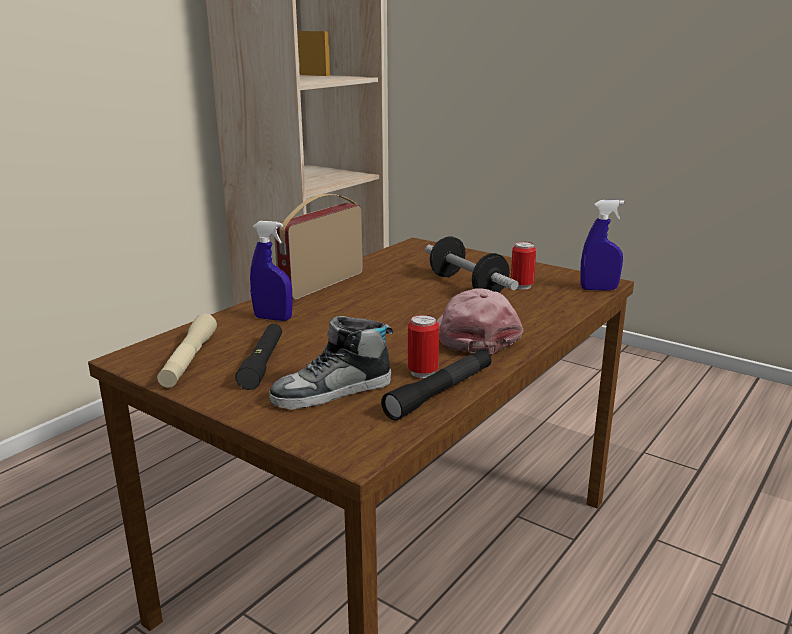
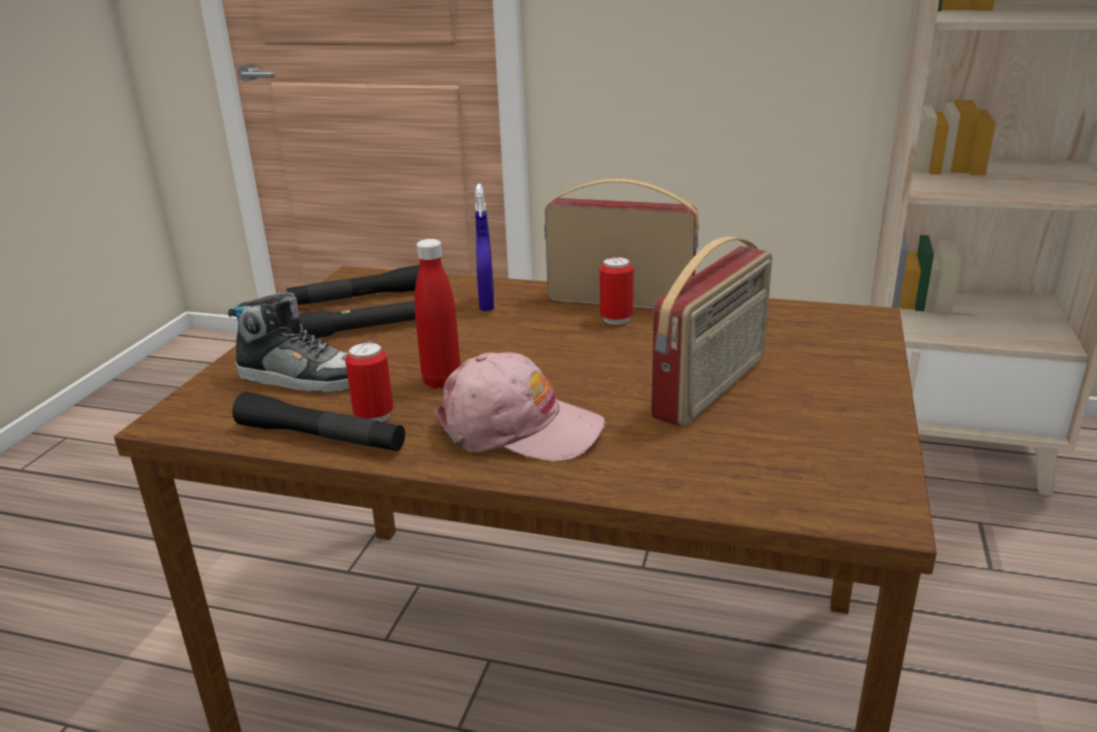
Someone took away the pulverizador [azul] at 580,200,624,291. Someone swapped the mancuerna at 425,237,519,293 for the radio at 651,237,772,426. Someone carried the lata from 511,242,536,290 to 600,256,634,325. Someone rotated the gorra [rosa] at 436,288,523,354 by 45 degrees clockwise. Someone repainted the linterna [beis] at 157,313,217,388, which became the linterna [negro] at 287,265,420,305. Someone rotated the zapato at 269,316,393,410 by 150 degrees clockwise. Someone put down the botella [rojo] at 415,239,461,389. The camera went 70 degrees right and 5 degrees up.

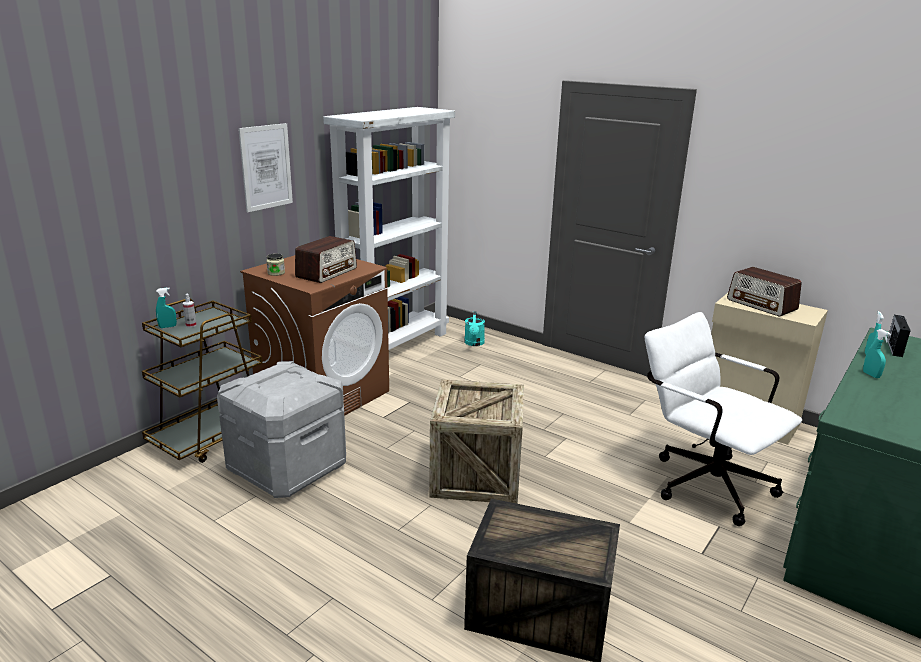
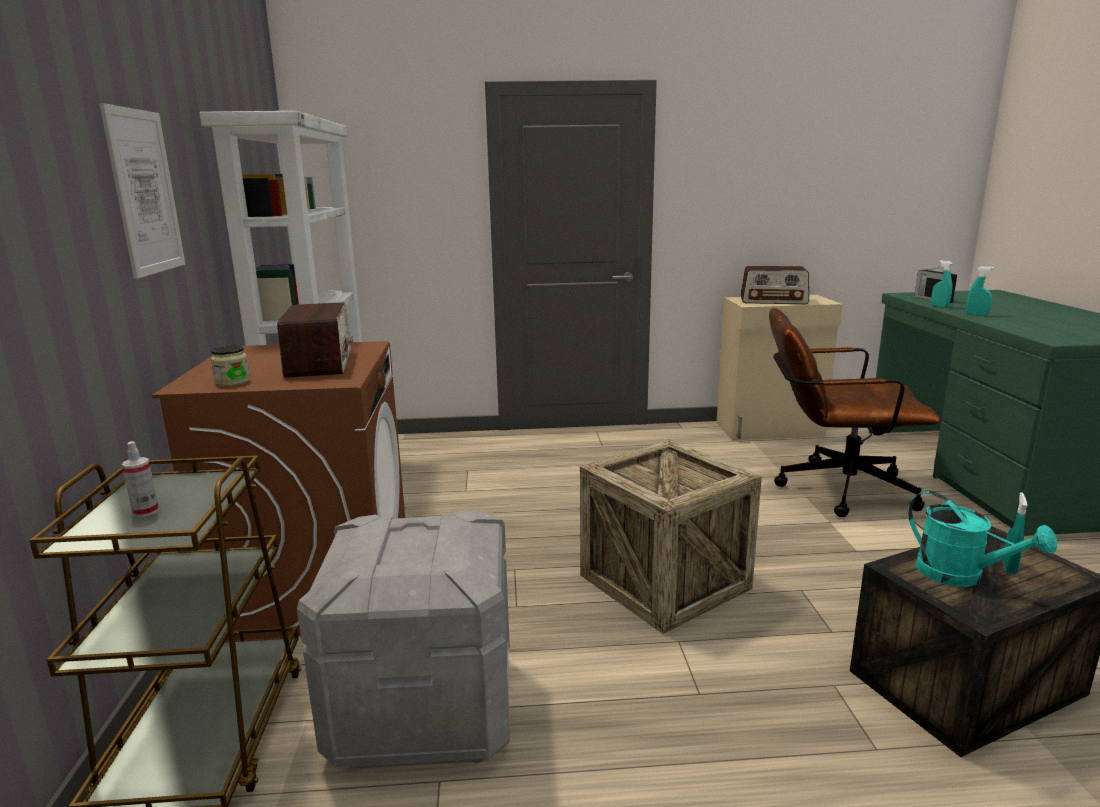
Someone carried the pulverizador [turquesa] from 156,288,177,328 to 1003,492,1028,574. Someone carried the regadera [turquesa] from 464,311,485,346 to 908,490,1058,587. Someone repainted the silla de oficina [blanco] at 645,312,802,526, which became the silla de oficina [marrón] at 769,308,940,517. The camera went 40 degrees left and 5 degrees down.

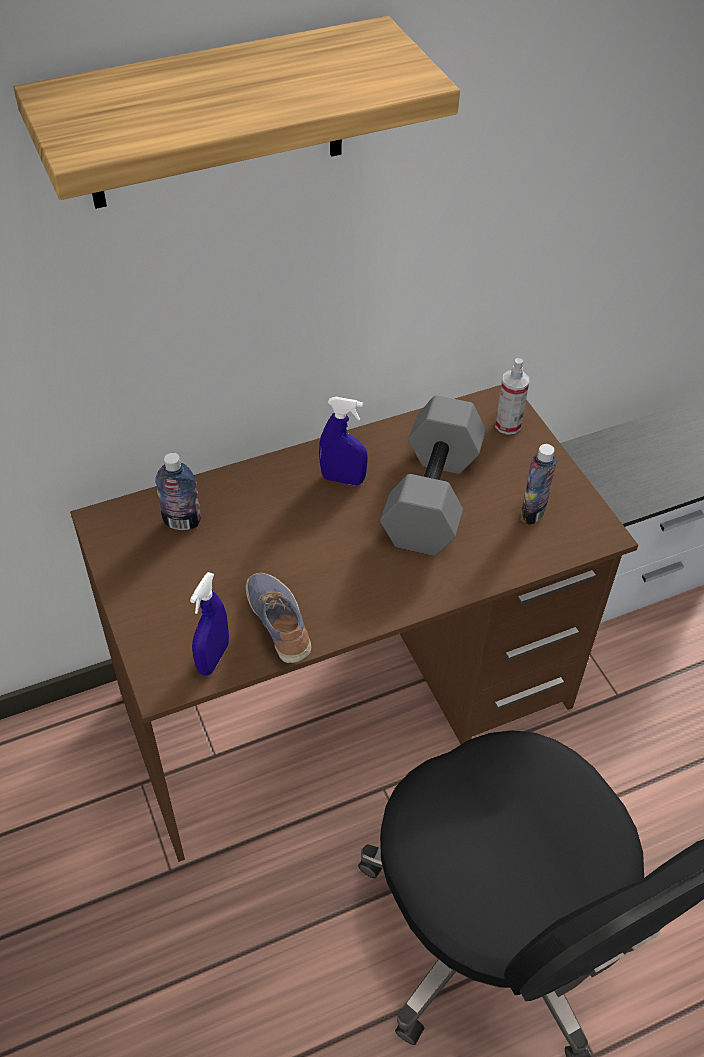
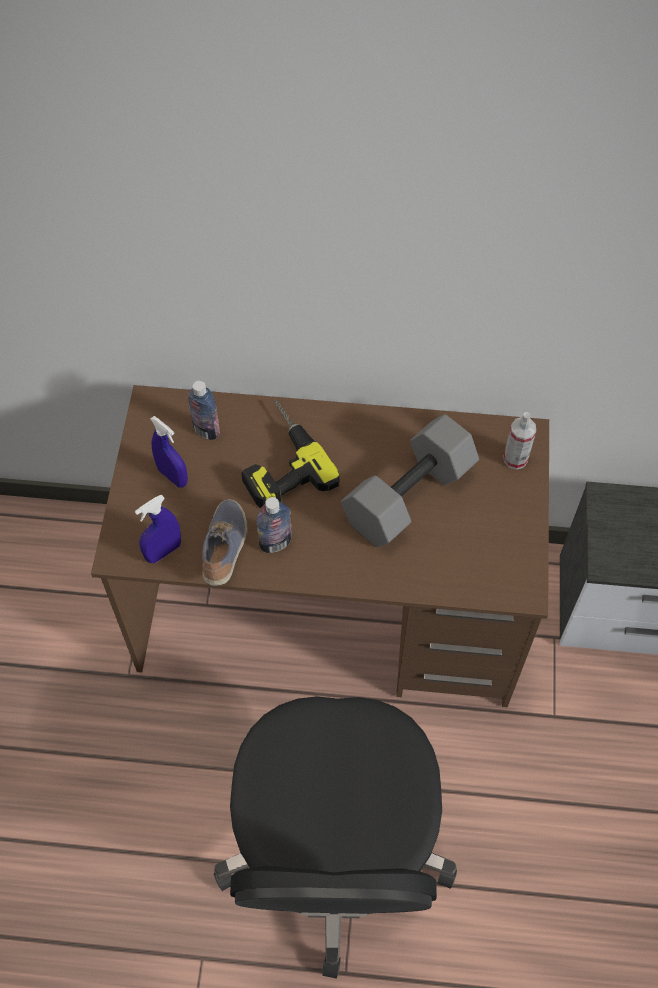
Someone took away the estante at 13,16,460,209. Someone carried the pulverizador [azul] from 319,397,368,485 to 150,416,188,488. Someone carried the botella from 520,444,557,525 to 257,497,292,553. Someone put down the taladro at 241,400,339,508. The camera went 30 degrees right and 10 degrees up.

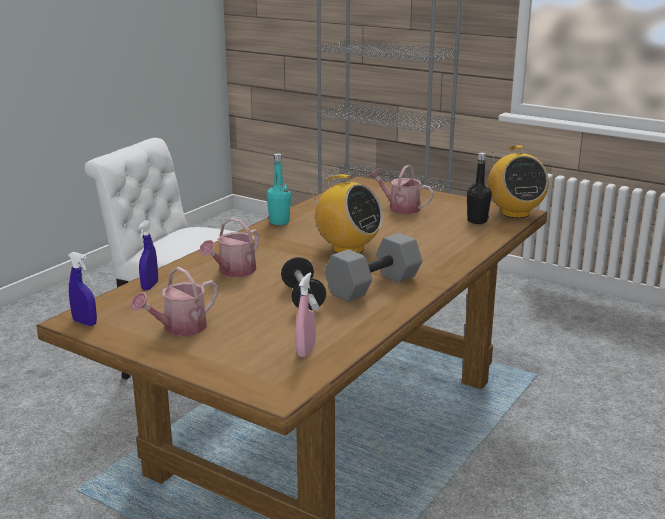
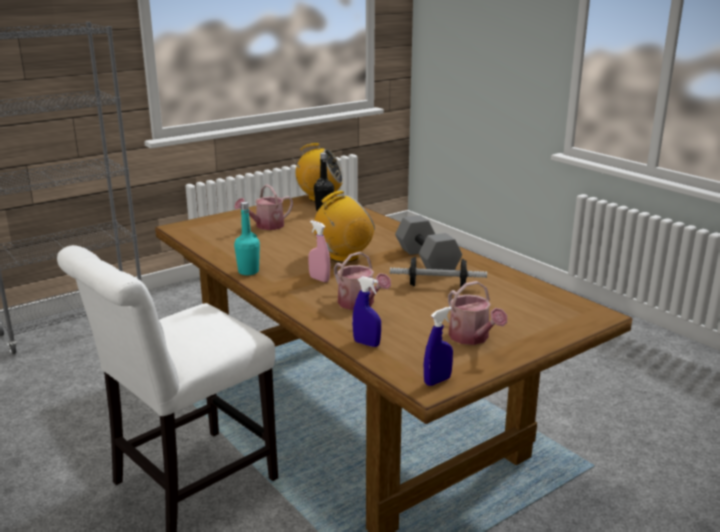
Someone carried the pulverizador [rosa] from 296,272,316,357 to 308,220,330,282. The camera went 70 degrees left and 0 degrees up.

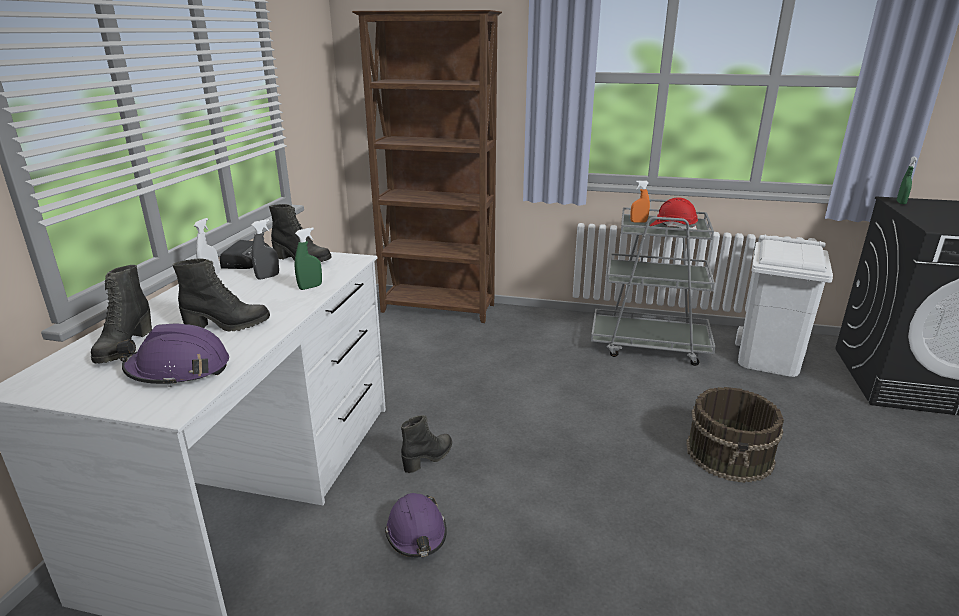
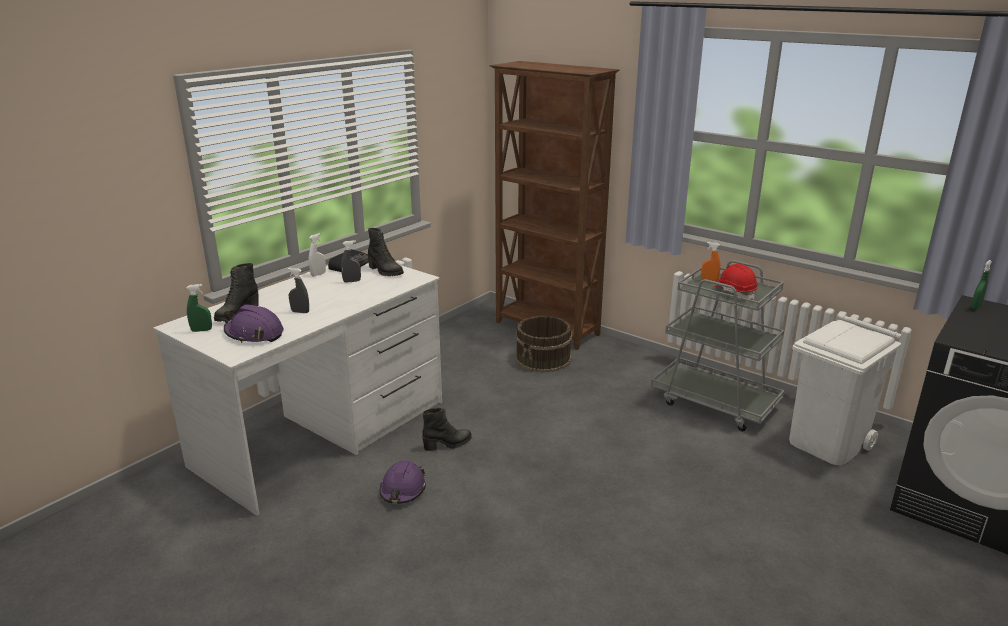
Someone carried the pulverizador [verde] from 295,227,322,290 to 186,284,212,332. Someone swapped the bota [negro] at 173,258,270,332 for the pulverizador [gris] at 287,268,309,313. Someone carried the cubo [marrón] from 686,387,784,483 to 515,316,573,373. The camera went 25 degrees right and 0 degrees up.

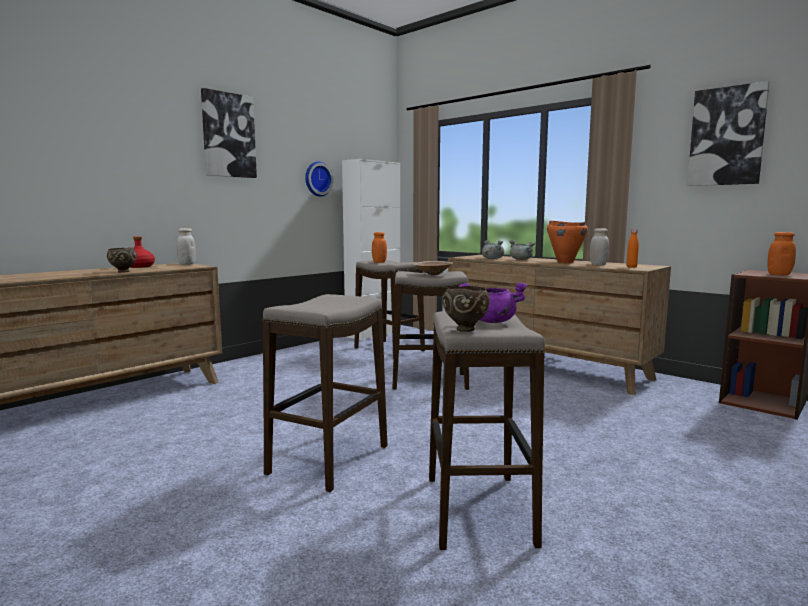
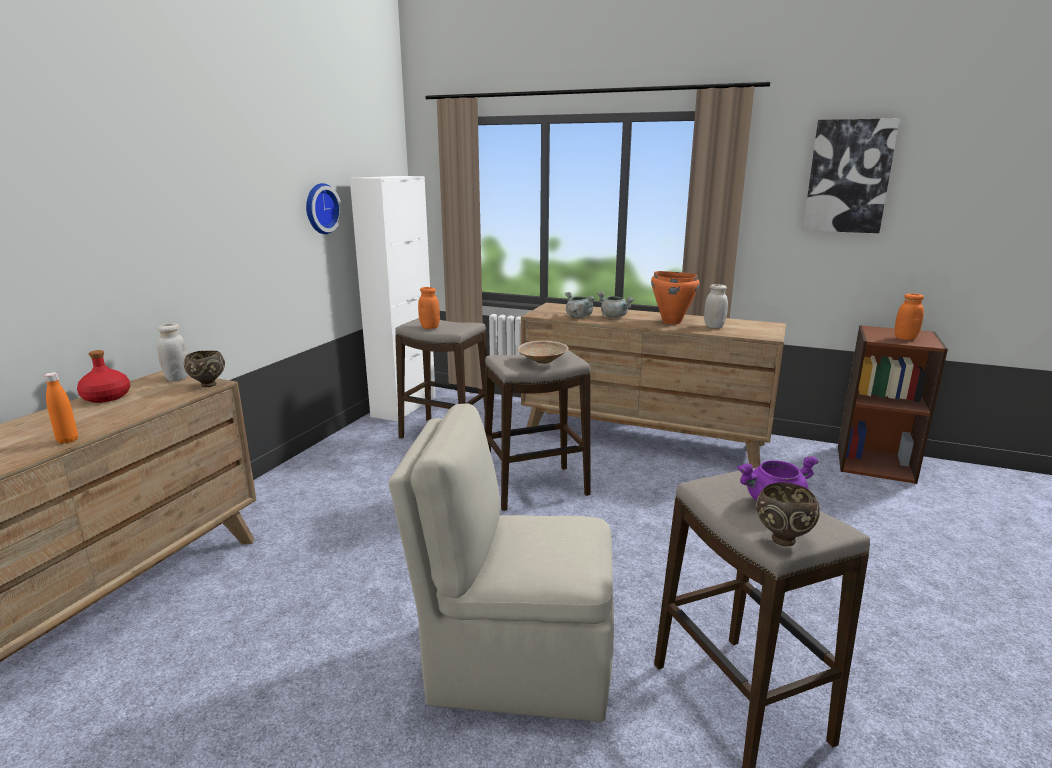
Someone took away the cuadro at 201,88,257,178. Someone carried the botella [naranja] from 626,229,639,268 to 44,372,78,444. Someone carried the cuenco [marrón] from 107,247,137,273 to 184,351,225,387. Someone swapped the taburete at 263,294,388,492 for the silla [beis] at 388,403,614,722. The camera went 20 degrees left and 10 degrees up.

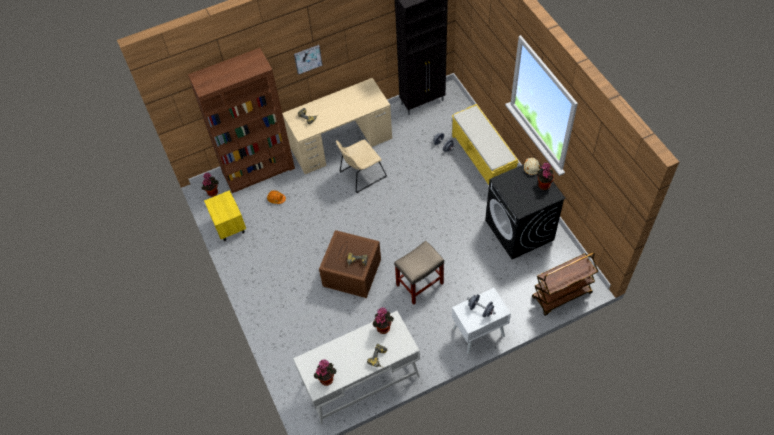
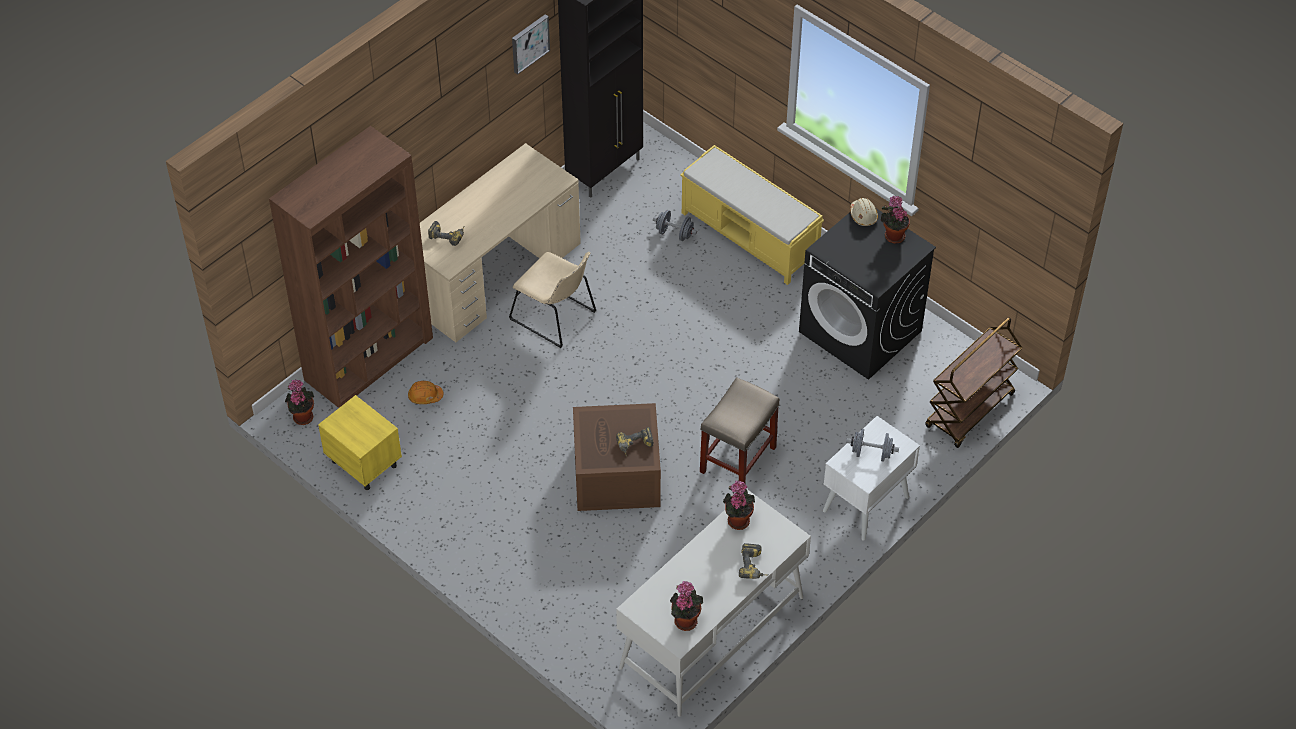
Someone carried the cuadro from 294,45,323,75 to 512,14,550,75. Someone rotated the silla [beis] at 336,140,387,193 by 90 degrees counterclockwise. The camera went 25 degrees left and 5 degrees down.

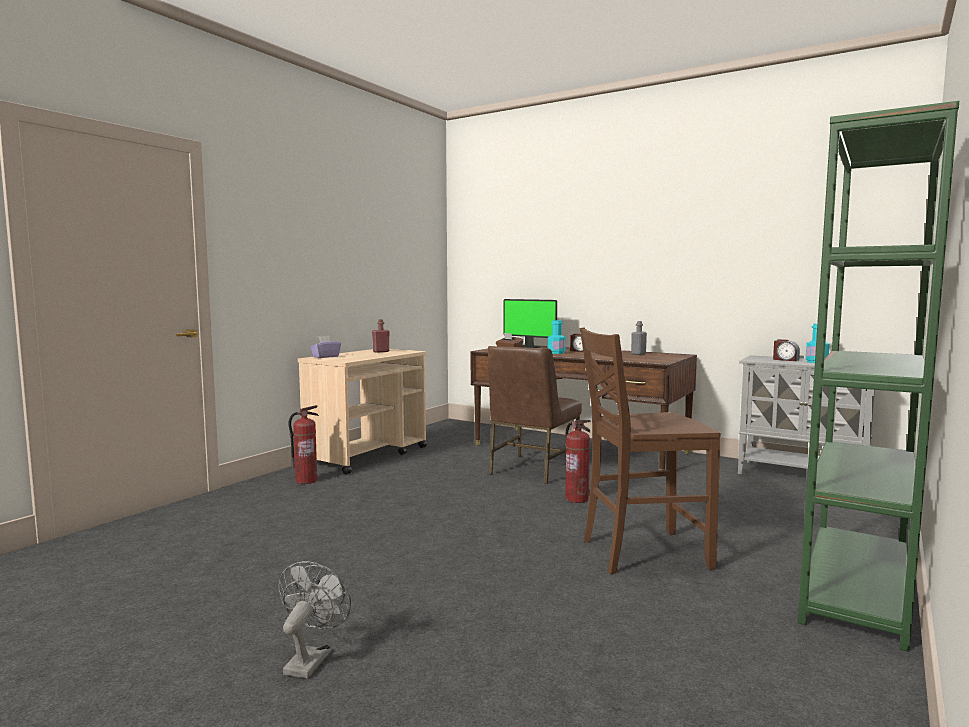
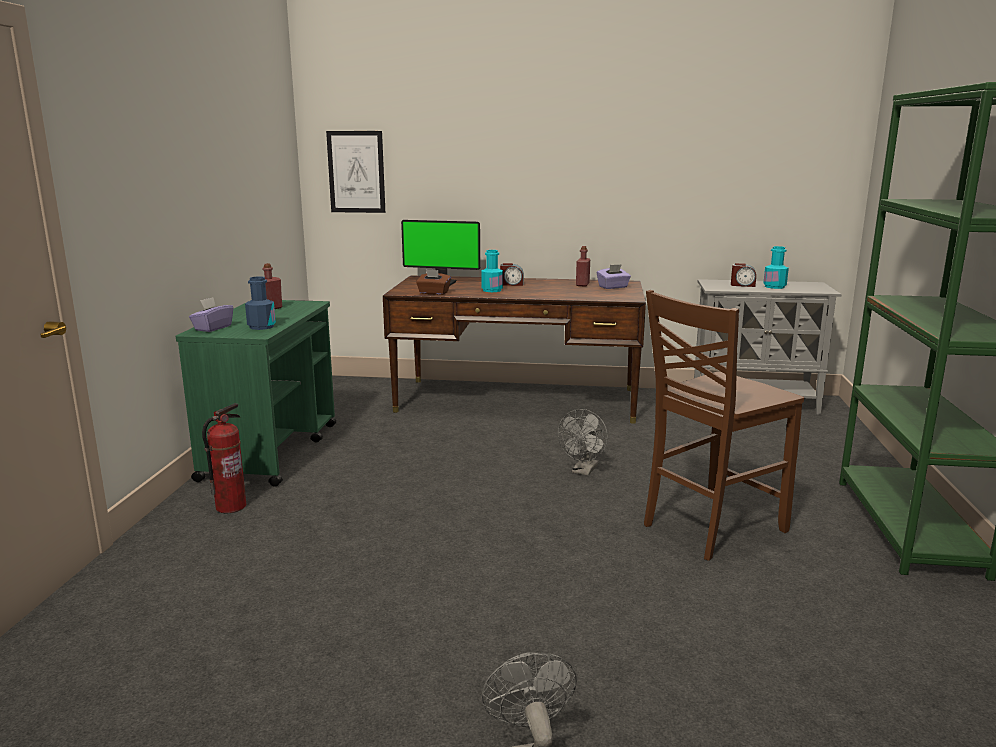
Someone repainted the botella [gris] at 631,321,647,355, which became the botella [rojo] at 576,246,590,287. Someone took away the silla [marrón] at 488,346,582,484. Someone repainted the carrito [beis] at 298,349,427,474, which became the carrito [verde] at 176,300,336,487. Someone swapped the extintor at 565,420,590,503 for the ventilador [gris] at 558,409,608,476. Someone put up the cuadro at 326,131,385,213. Someone put down the caja de pañuelos [morado] at 597,264,631,289. Someone put down the botella [azul] at 245,276,276,330. The camera went 25 degrees left and 10 degrees up.

